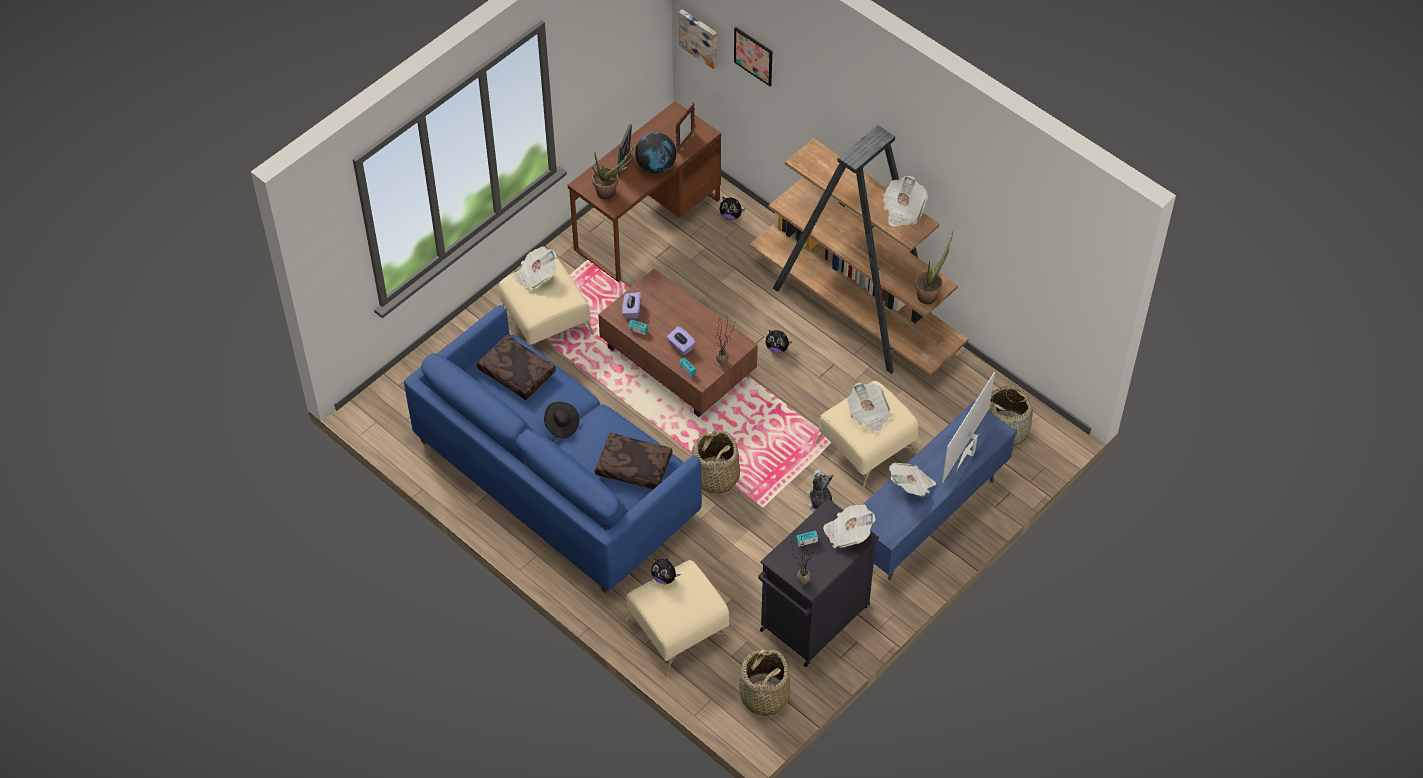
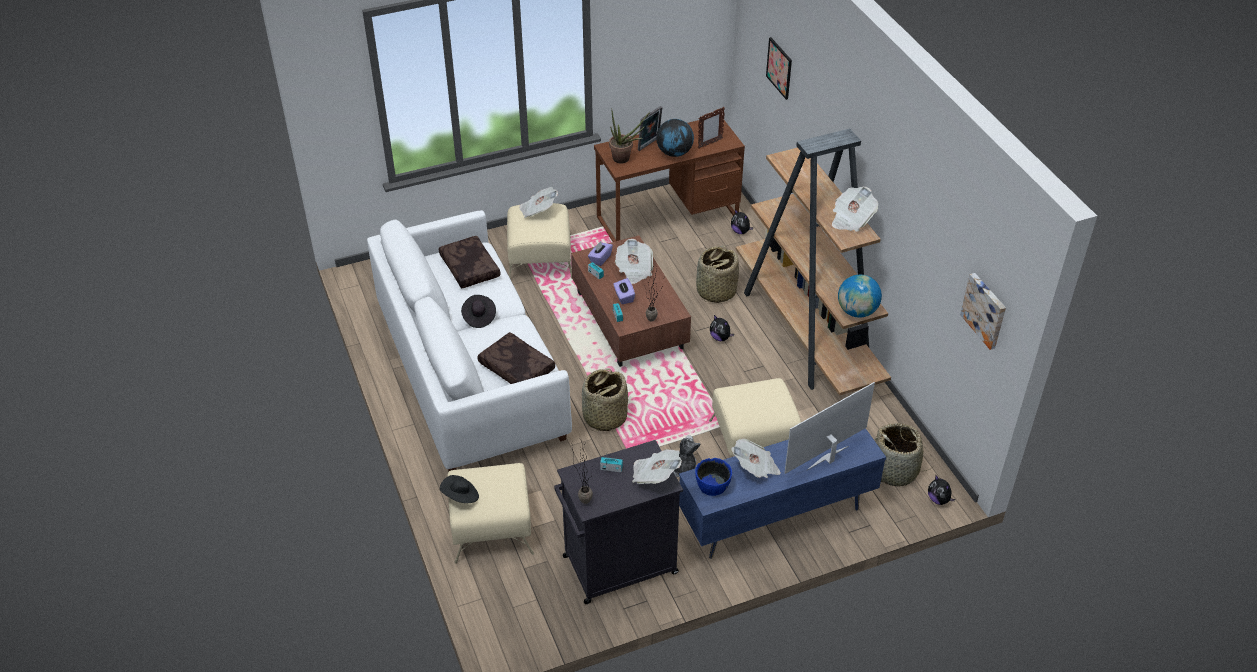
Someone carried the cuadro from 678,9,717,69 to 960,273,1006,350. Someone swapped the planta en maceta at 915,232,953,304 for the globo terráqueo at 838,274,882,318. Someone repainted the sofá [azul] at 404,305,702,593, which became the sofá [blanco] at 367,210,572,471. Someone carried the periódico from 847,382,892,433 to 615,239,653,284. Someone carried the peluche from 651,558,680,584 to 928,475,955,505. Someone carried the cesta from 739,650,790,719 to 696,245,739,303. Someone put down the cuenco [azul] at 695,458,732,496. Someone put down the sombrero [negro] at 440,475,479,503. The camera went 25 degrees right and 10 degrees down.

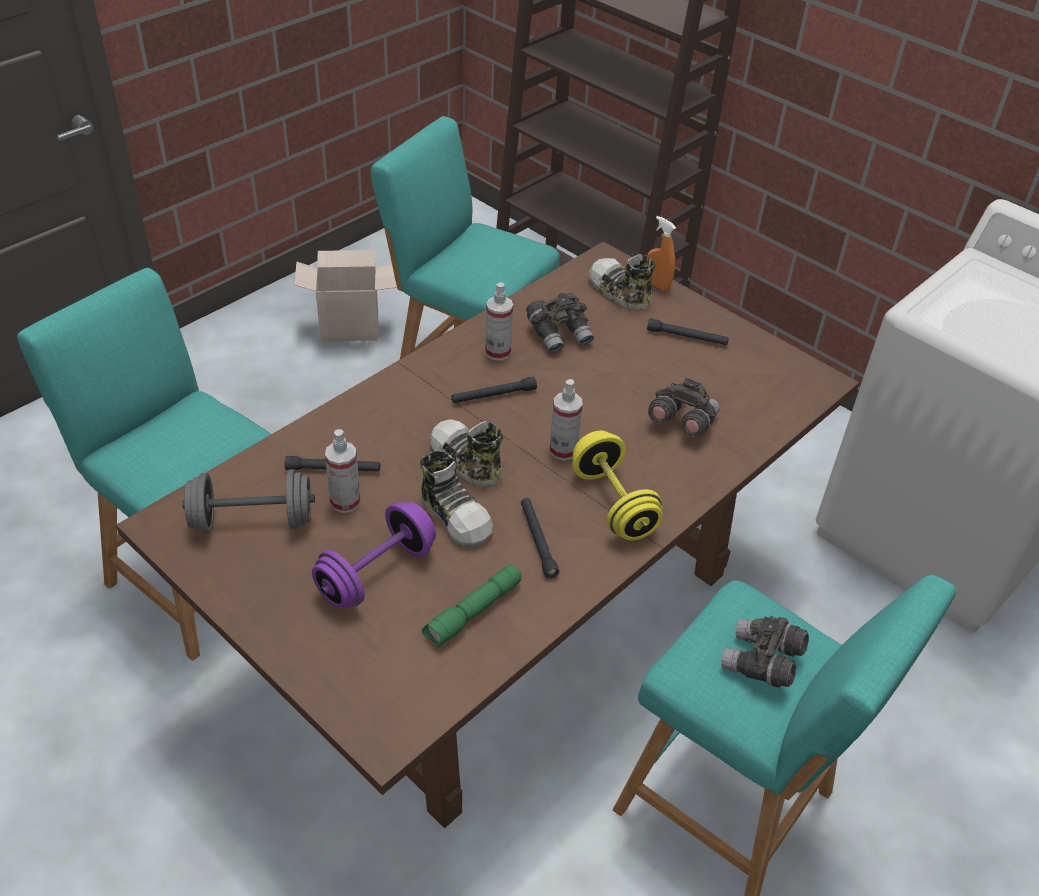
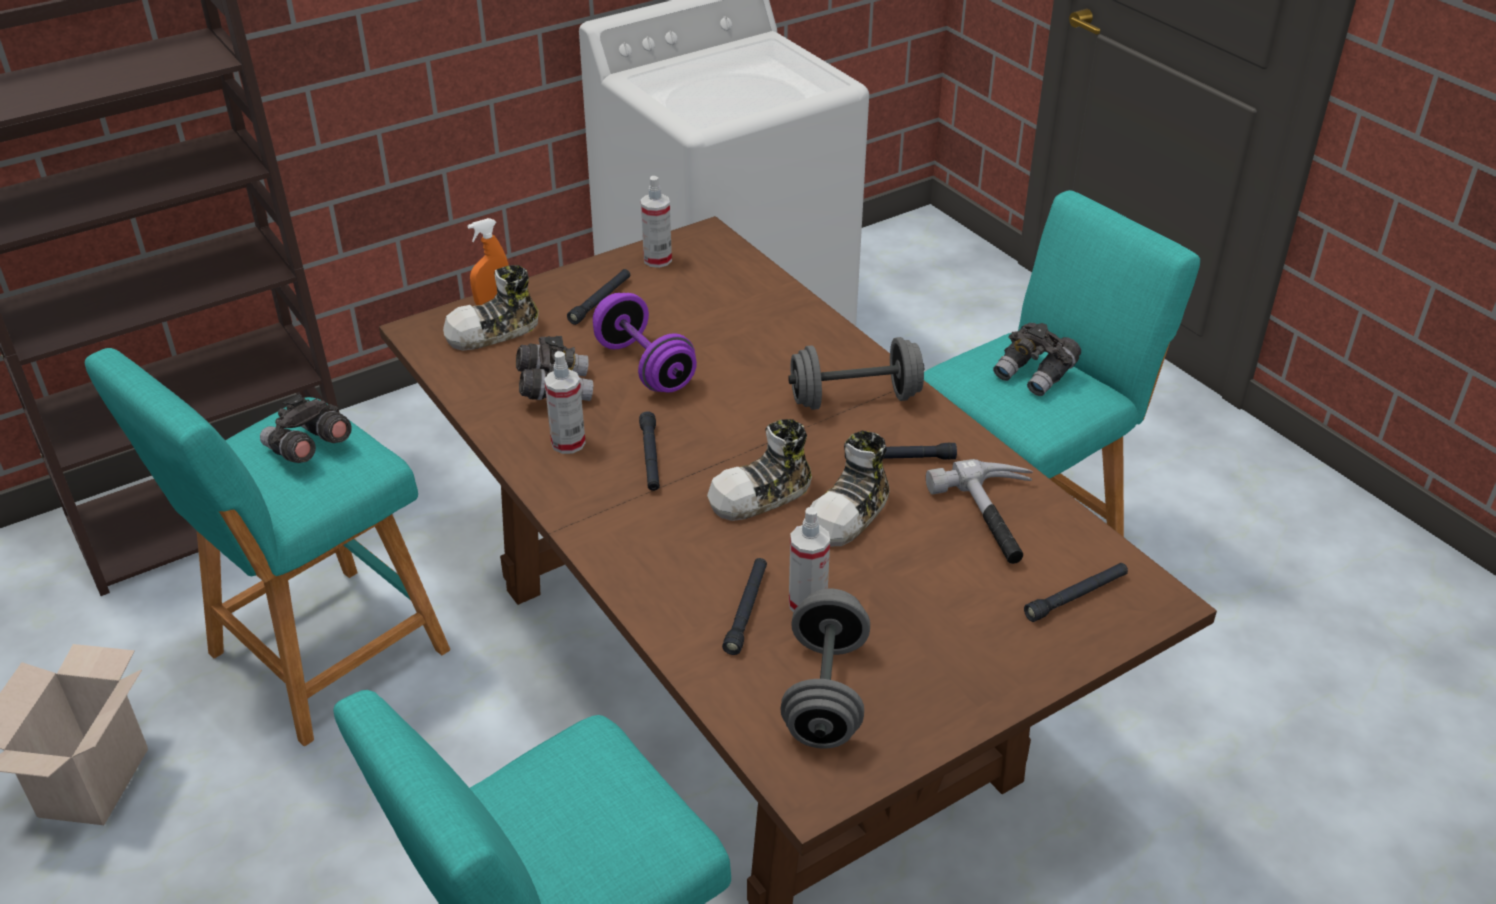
Someone carried the prismáticos [gris] from 648,378,720,437 to 260,394,352,463. Someone carried the pulverizador from 550,379,583,461 to 641,176,672,268. Someone repainted the mancuerna [amarillo] at 572,431,663,541, which became the mancuerna [gris] at 788,337,924,410. Someone rotated the zapato at 420,451,493,548 by 150 degrees clockwise. Someone carried the mancuerna [morado] from 312,502,436,608 to 593,293,697,393. Someone swapped the linterna [verde] at 422,564,522,648 for the martillo at 926,459,1033,564. Someone put down the linterna [negro] at 1024,563,1128,622. The camera went 75 degrees left and 5 degrees down.

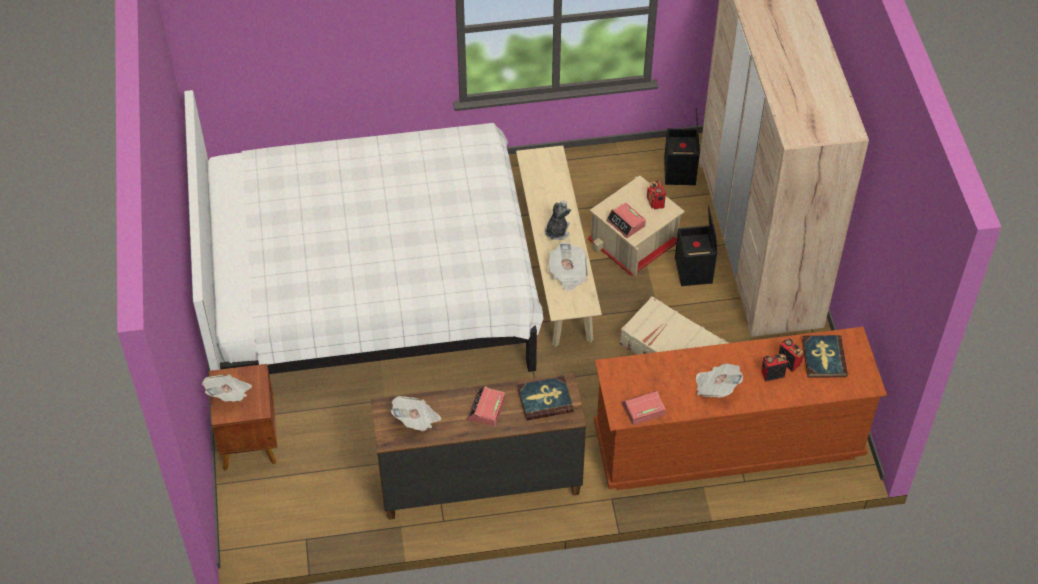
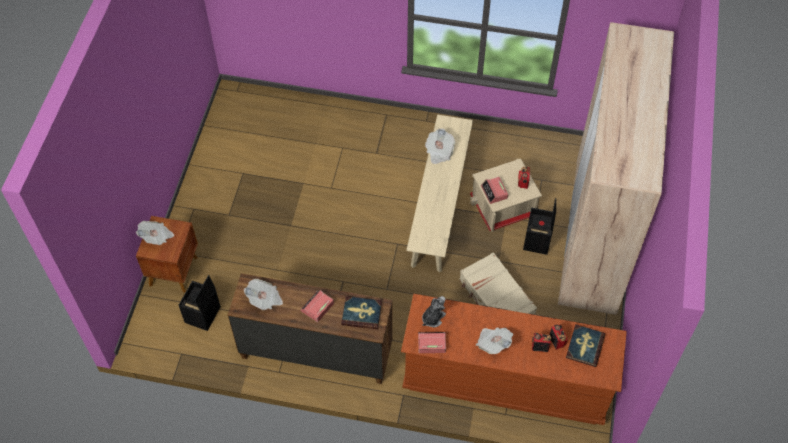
Someone took away the cama [blanco] at 184,90,543,374. Someone carried the caja de almacenaje [negro] from 664,108,700,185 to 179,275,221,331. Someone carried the peluche from 545,201,571,240 to 422,296,446,327. Someone carried the periódico from 548,242,588,292 to 425,128,455,164. The camera went 20 degrees right and 5 degrees up.

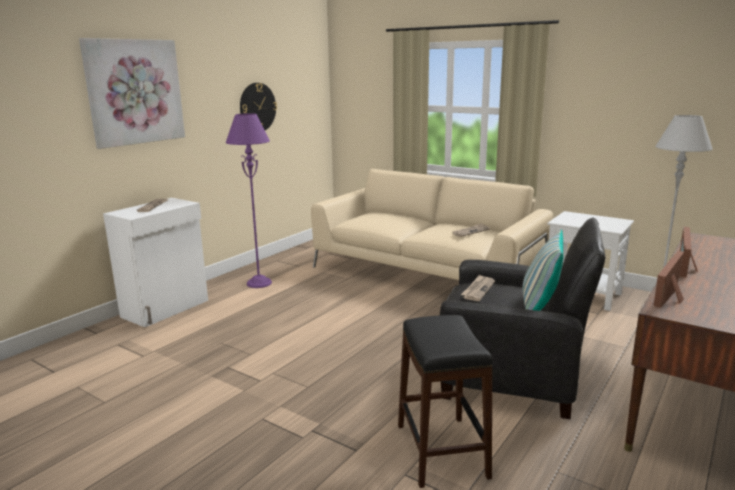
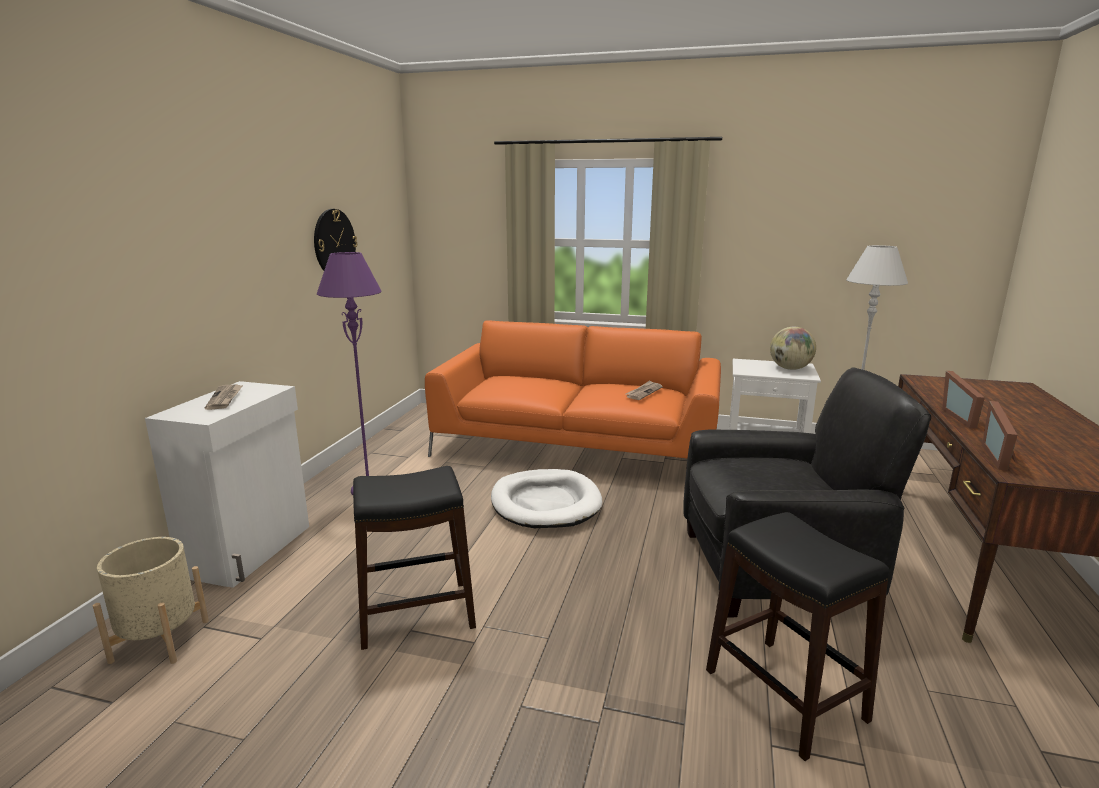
Someone took away the cuadro at 79,38,185,149. Someone repainted the sofá [beis] at 311,169,553,280, which became the sofá [naranja] at 425,320,721,459. Someone took away the cojín at 522,229,564,311. Someone took away the periódico at 461,274,495,301. Someone put down the globo terráqueo at 770,327,816,370. Someone put down the taburete [negro] at 353,466,476,650. Someone put down the cama para perro [blanco] at 491,469,602,528. Someone put down the maceta [beis] at 93,537,209,664. The camera went 20 degrees left and 0 degrees up.

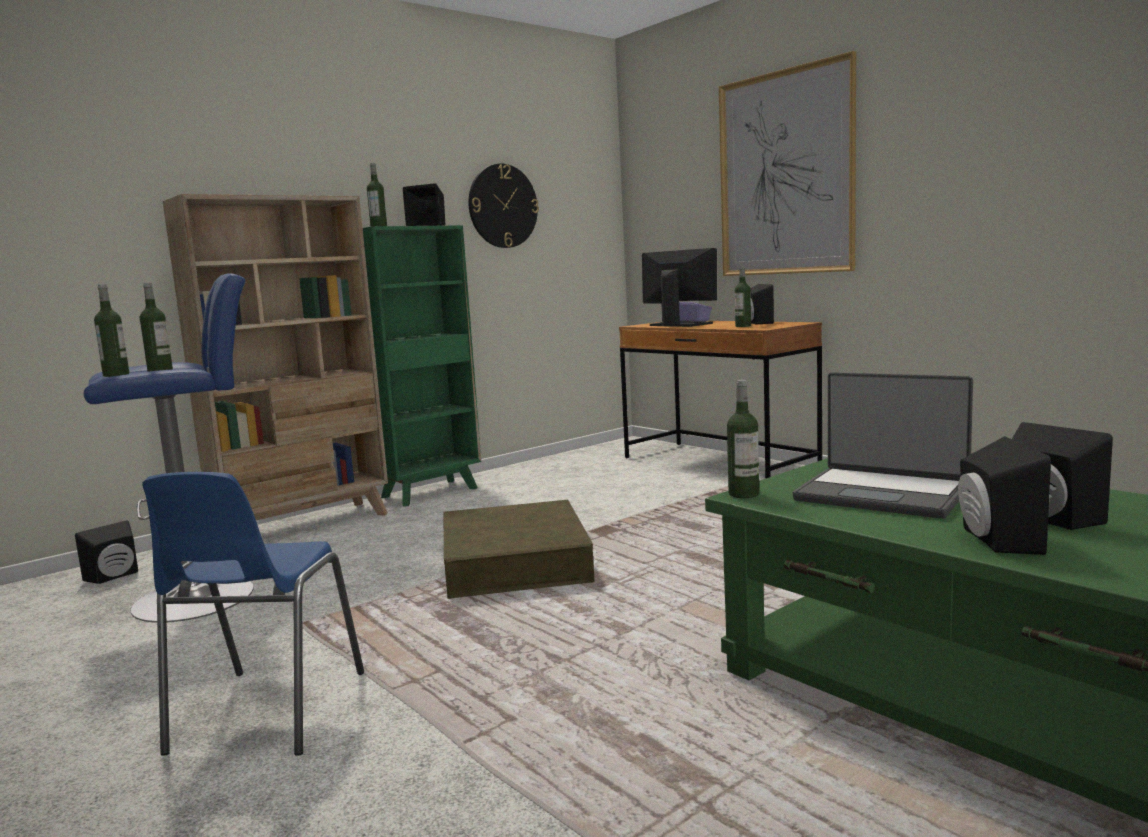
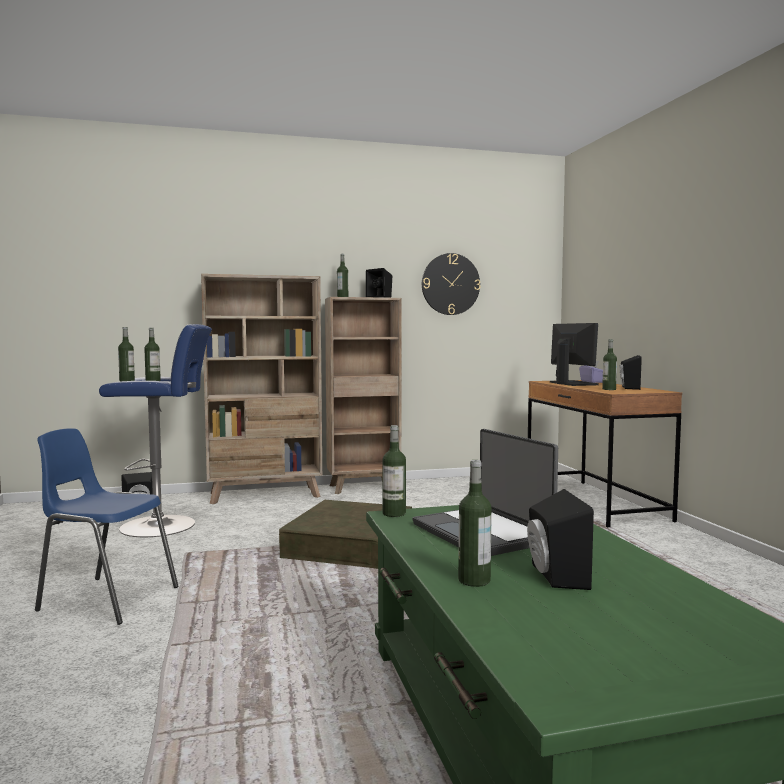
Someone took away the cuadro at 719,51,856,276. Someone repainted the estantería [verde] at 363,225,481,506, which became the estantería [marrón] at 325,297,402,494. Someone swapped the altavoz [negro] at 958,436,1051,555 for the botella at 458,460,492,587. Someone rotated the silla [azul] at 142,472,364,756 by 75 degrees clockwise. The camera went 25 degrees right and 5 degrees down.

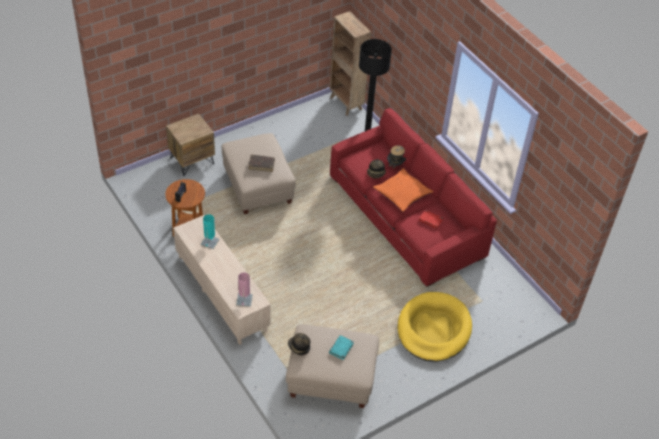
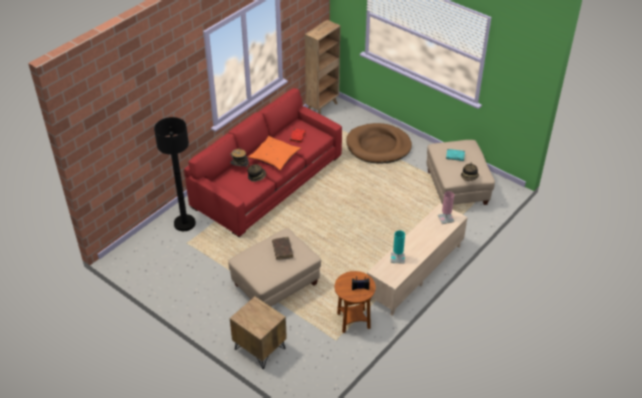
Someone carried the estantería [marrón] from 330,11,371,116 to 305,20,340,115. Someone repainted the cama para perro [amarillo] at 397,292,472,362, which became the cama para perro [marrón] at 346,123,412,164. The camera went 105 degrees left and 5 degrees down.

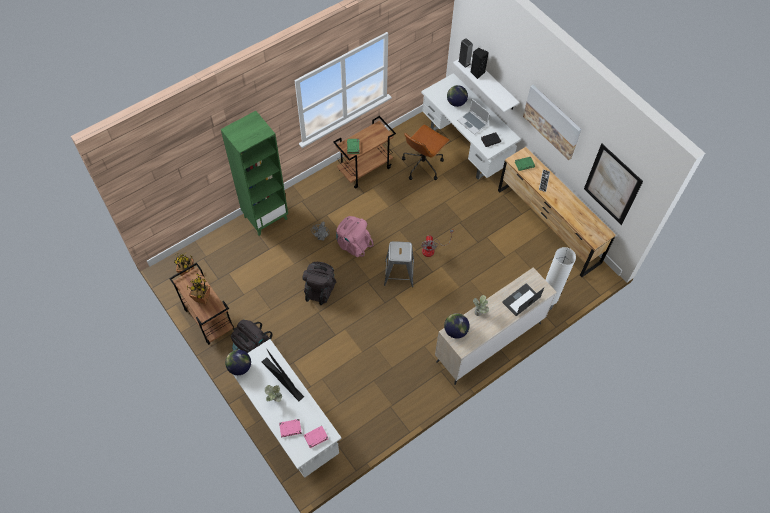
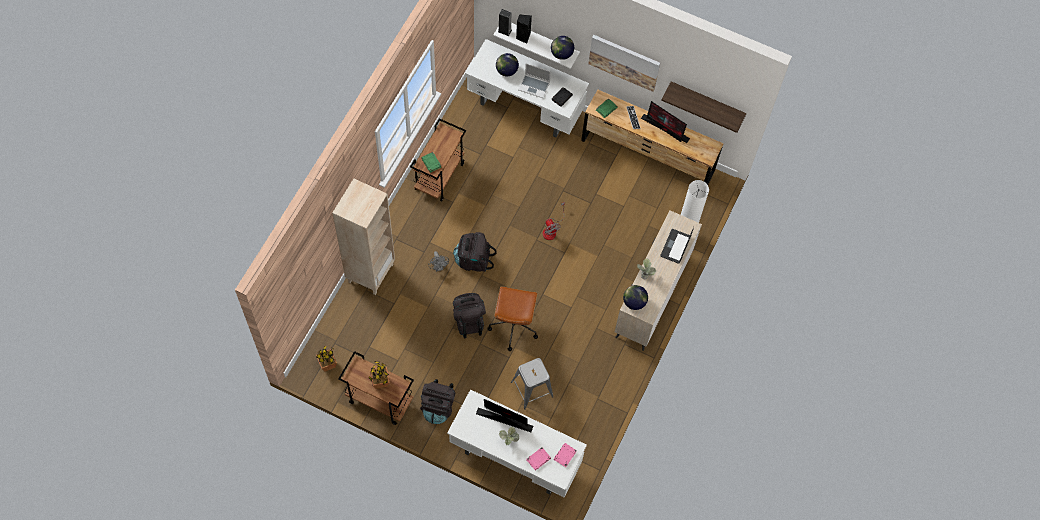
Someone repainted the estantería [verde] at 221,111,288,236, which became the estantería [beis] at 332,179,395,295. Someone carried the silla de oficina [marrón] from 402,124,450,180 to 488,286,538,351. Someone swapped the cuadro at 584,144,643,225 for the estante at 661,81,746,133. Someone repainted the mochila [rosa] at 336,216,374,257, which became the mochila [negro] at 453,232,497,272. Someone carried the taburete [gris] from 384,241,414,287 to 511,358,554,410. Someone carried the globo terráqueo from 225,350,251,375 to 551,36,574,60. Someone put down the monitor at 641,101,690,143. The camera went 30 degrees left and 5 degrees up.

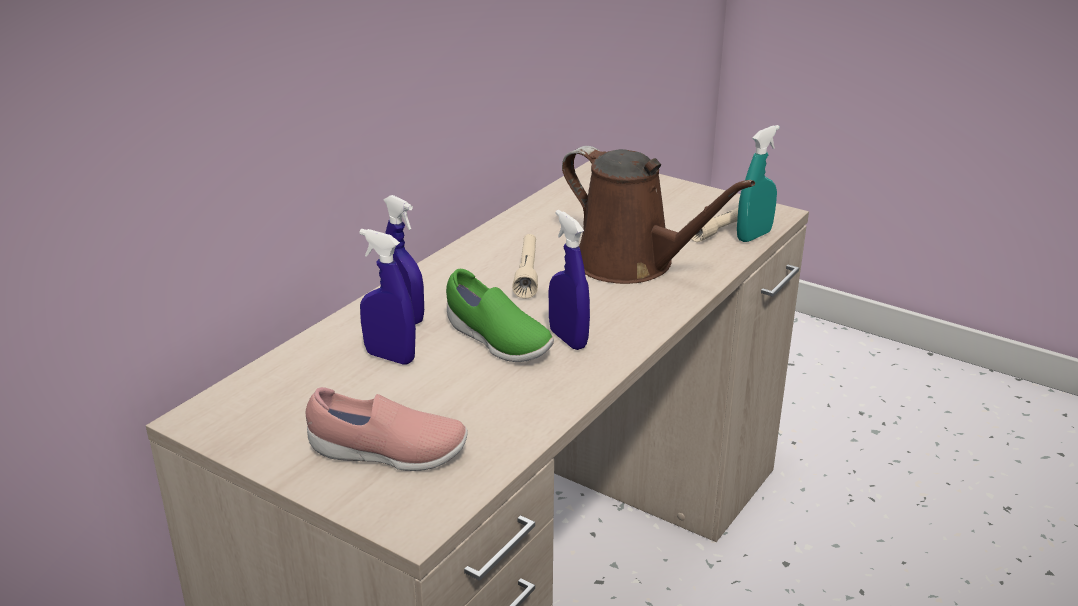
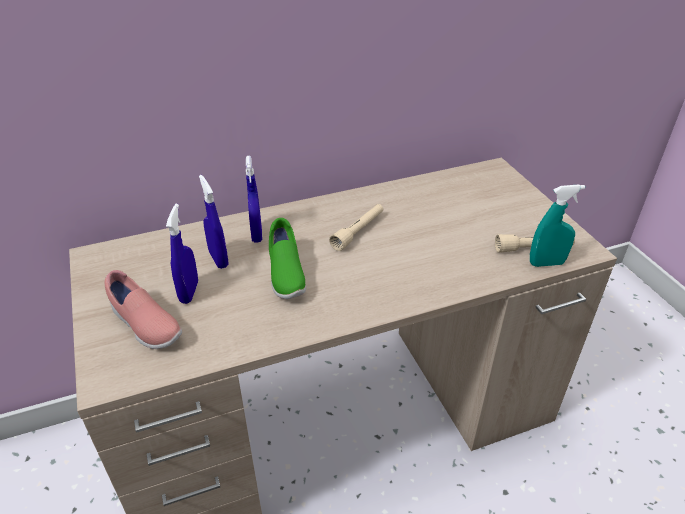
Someone took away the regadera [marrón] at 562,146,755,284. Someone carried the pulverizador [azul] from 549,210,590,350 to 166,204,198,304. The camera went 35 degrees right and 10 degrees up.

